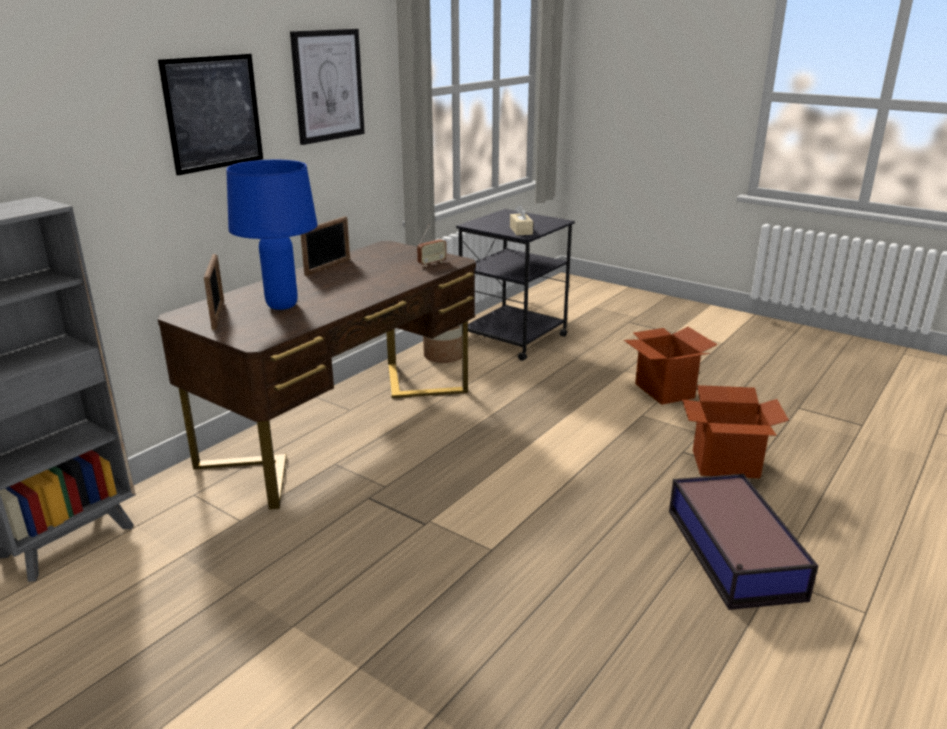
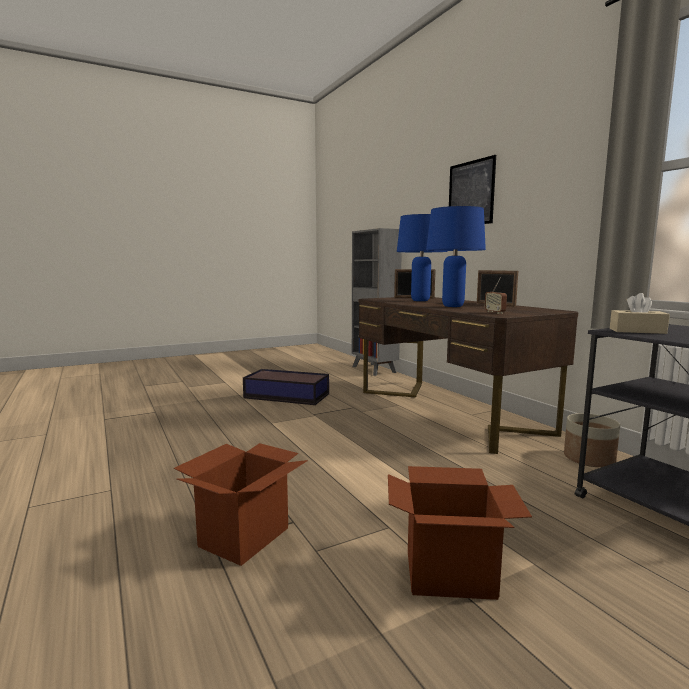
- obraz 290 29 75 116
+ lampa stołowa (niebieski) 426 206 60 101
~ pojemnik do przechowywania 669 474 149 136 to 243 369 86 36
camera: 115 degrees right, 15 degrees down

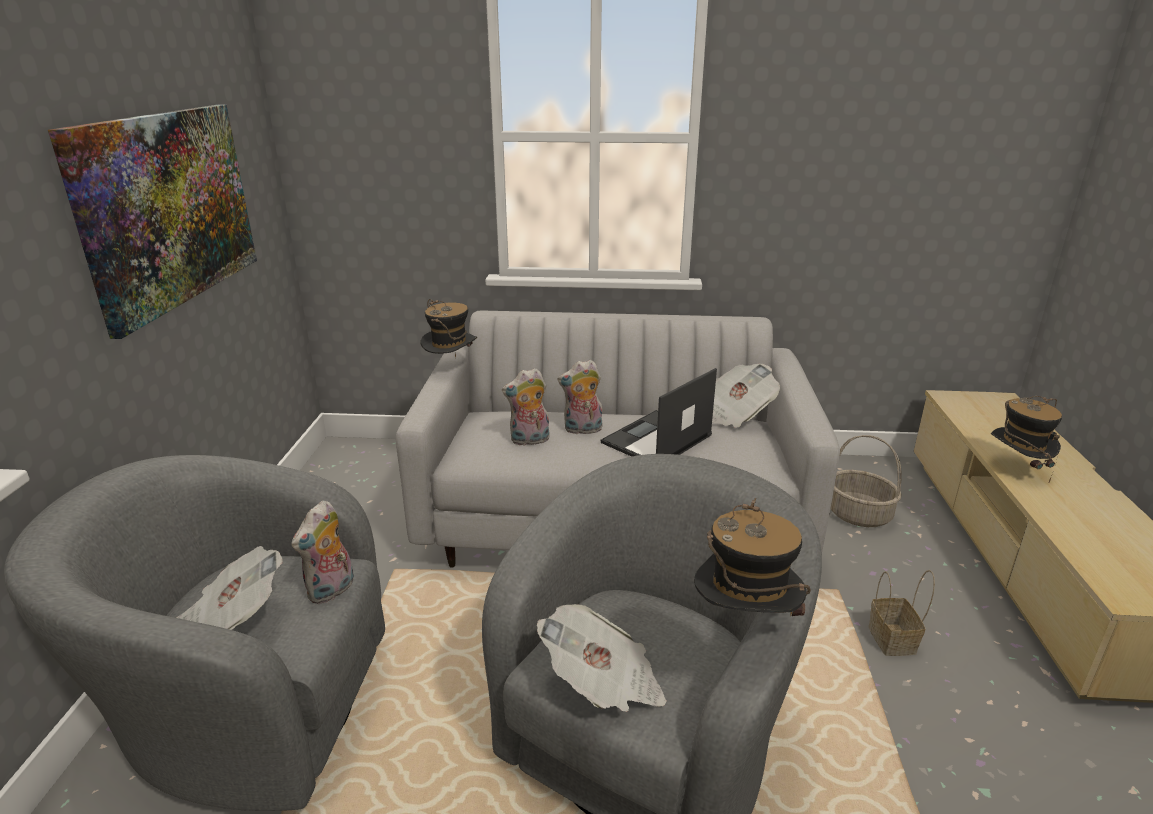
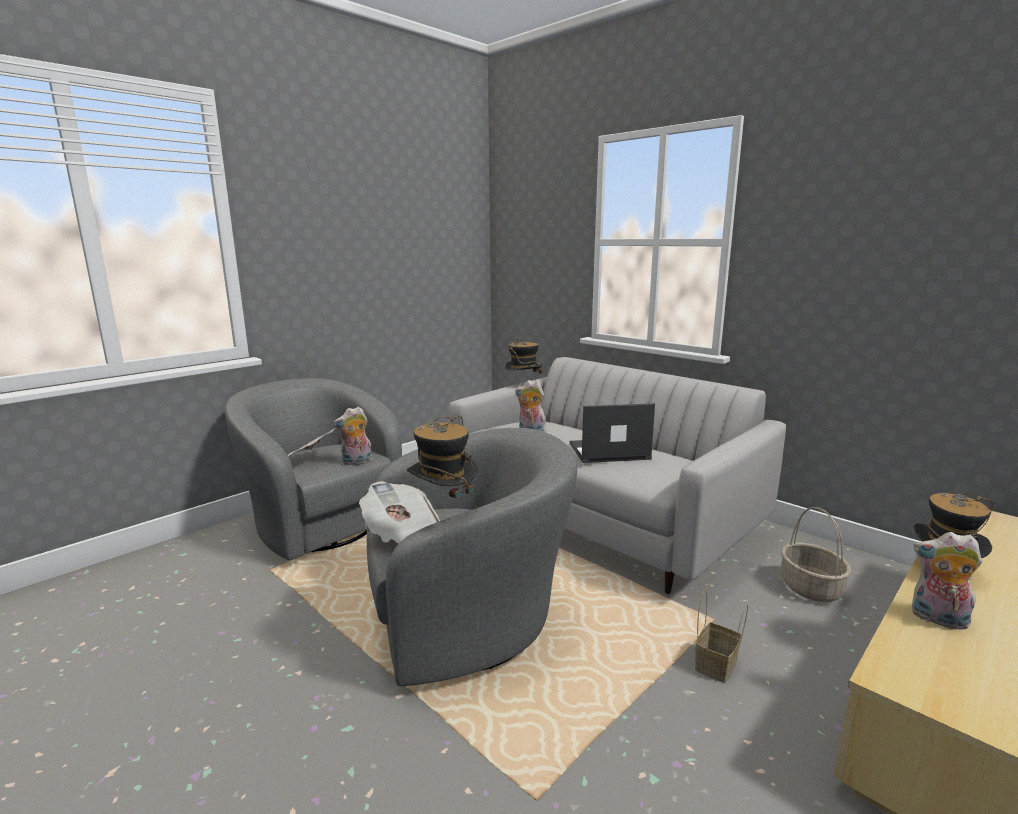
- obraz 48 105 209 234
- gazeta 712 364 68 63
~ pluszak 557 360 45 74 to 912 532 70 98
camera: 40 degrees right, 10 degrees down

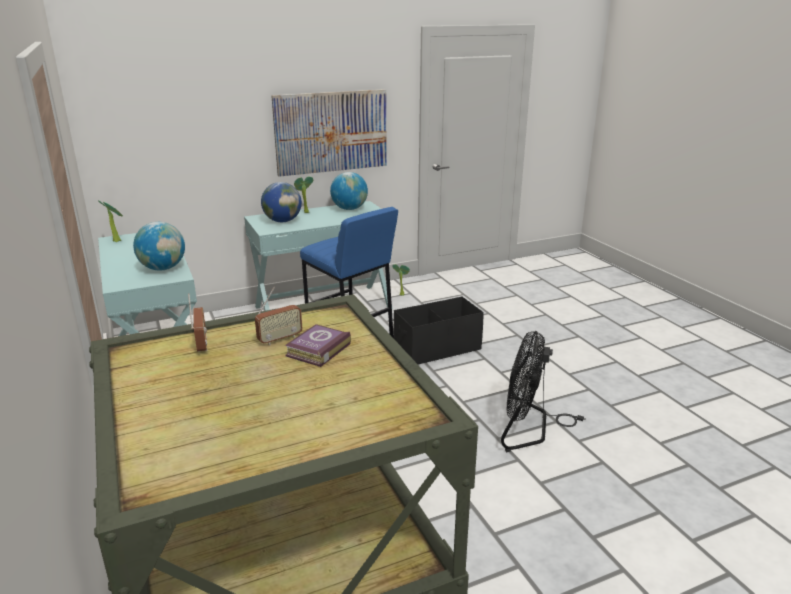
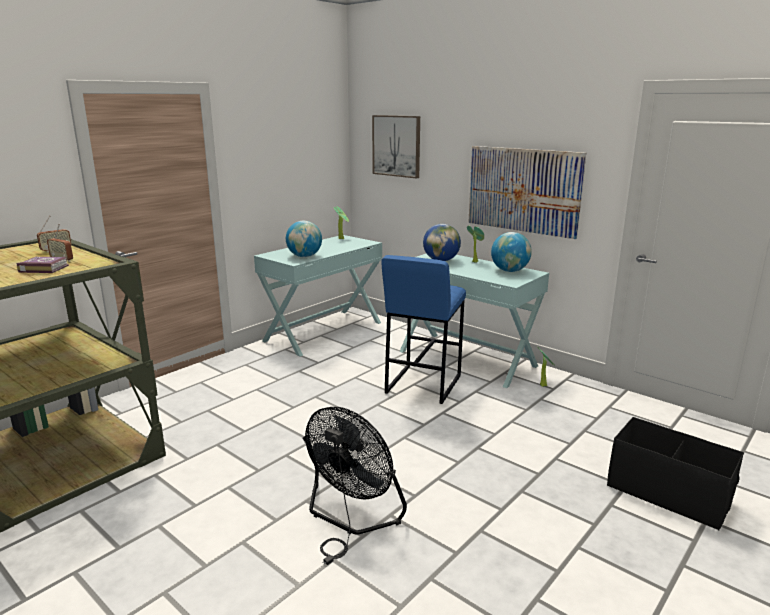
+ obraz 372 115 48 64
~ pojemnik do przechowywania (czarny) 394 297 90 67 to 607 417 137 113
~ wentylator (czarny) 501 331 84 121 = 303 407 104 158 45 degrees clockwise
camera: 65 degrees right, 5 degrees down

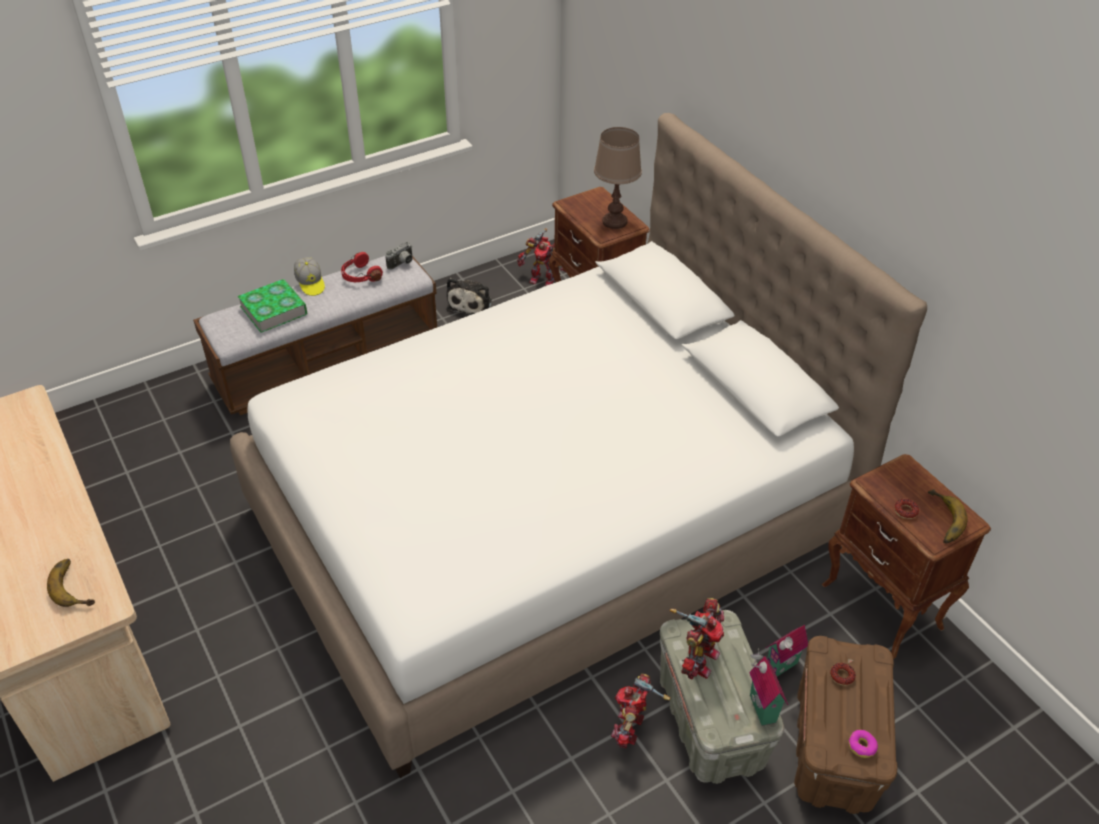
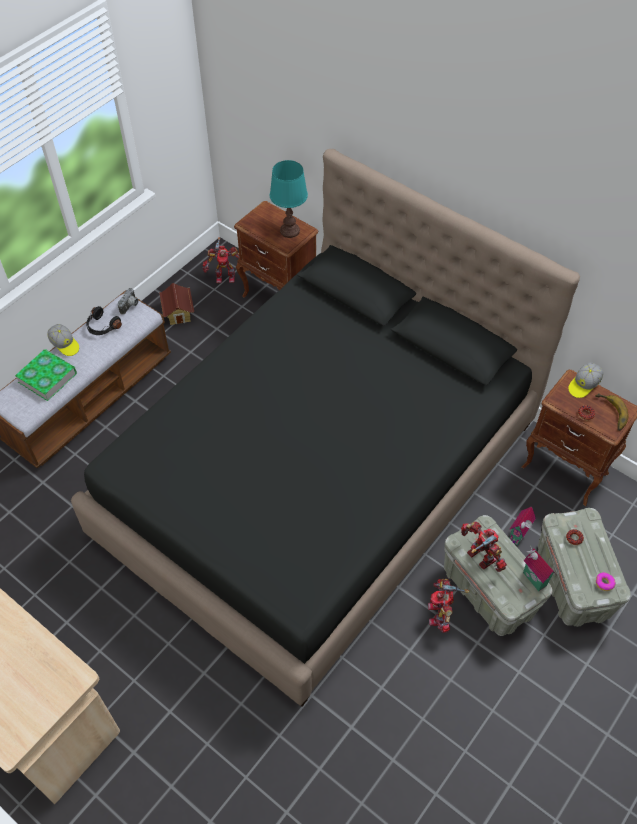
- banan 47 559 48 48
+ czapka z daszkiem 568 363 35 35
~ pluszak 447 278 45 37 to domek 159 283 35 42
~ łóżko (biały) 230 113 697 665 to łóżko (czarny) 71 149 509 557
~ słuchawki (czerwony) 341 252 42 30 to słuchawki (czarny) 86 306 36 29
~ lampa stołowa (brązowy) 594 127 48 102 to lampa stołowa (turkusowy) 270 160 38 78
~ pojemnik do przechowywania (brązowy) 794 636 104 178 to pojemnik do przechowywania (szary) 538 508 93 119
~ robot zabawkowy 670 598 54 82 = 461 522 46 50 45 degrees counterclockwise
camera: 20 degrees left, 10 degrees up

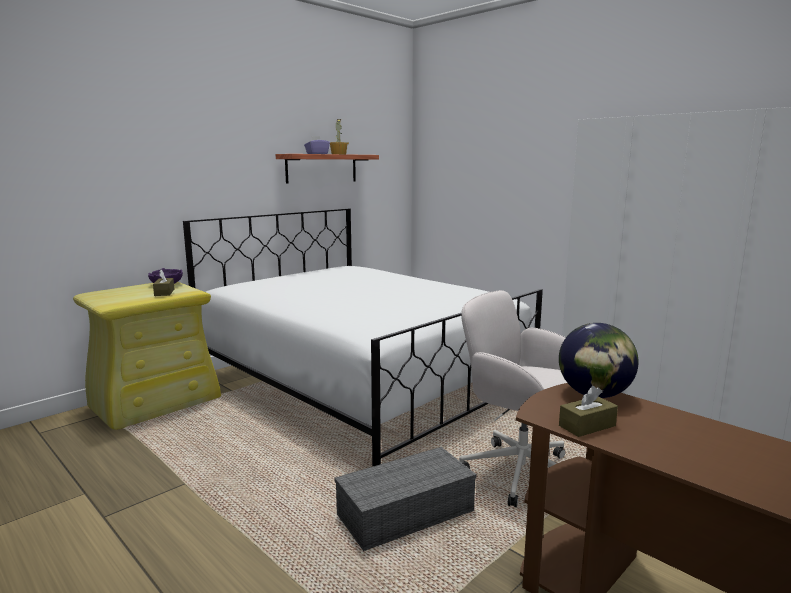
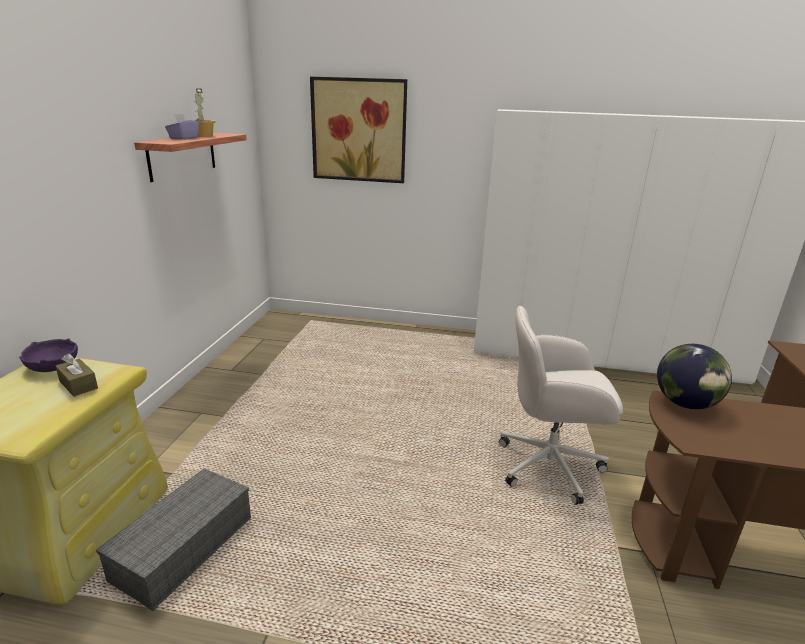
- łóżko (biały) 183 209 360 258
- pudełko chusteczek (brązowy) 559 386 59 51
+ obraz 310 77 97 106
~ pojemnik do przechowywania (szary) 335 447 141 104 to 96 468 155 144
camera: 35 degrees left, 10 degrees up

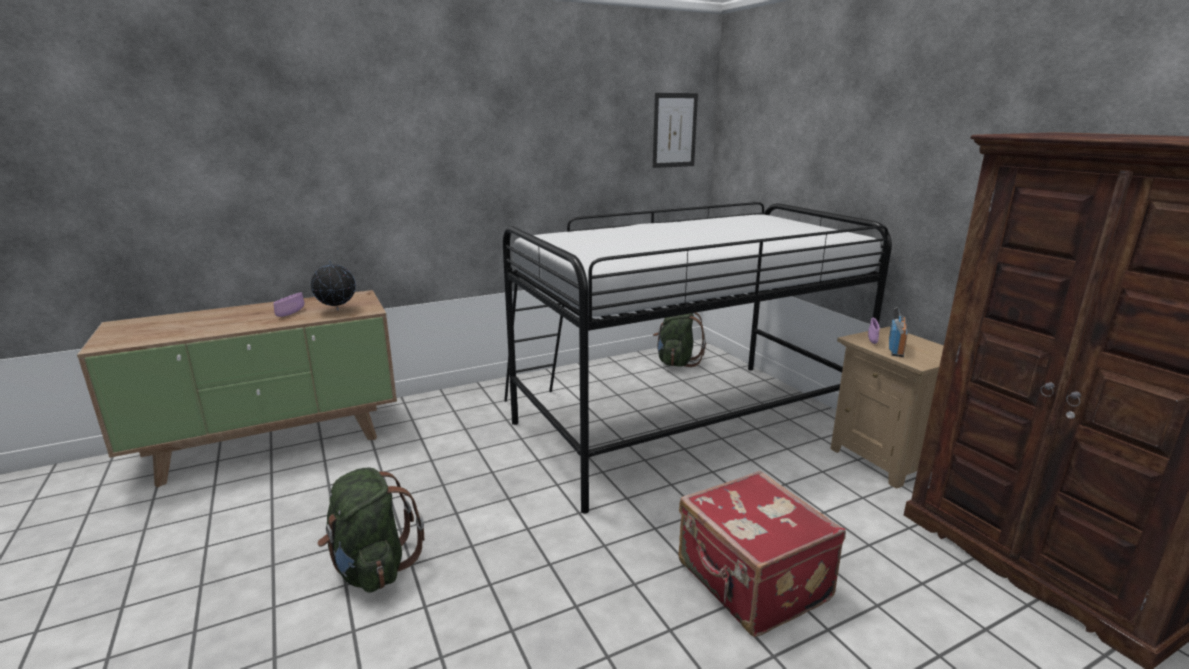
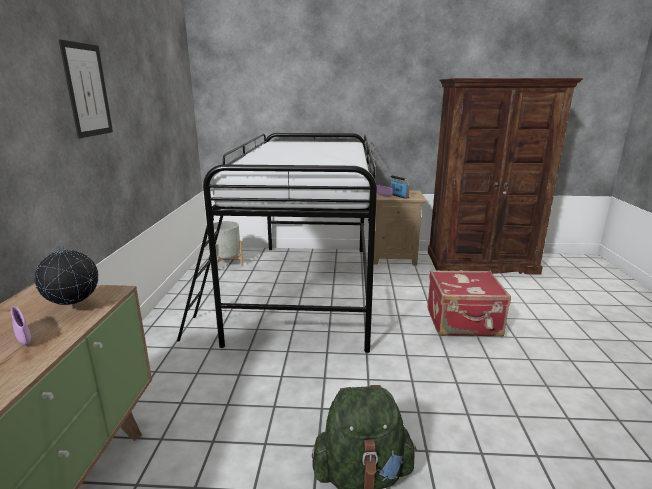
~ obraz 653 93 45 75 to 59 39 54 99
~ plecak (zielony) 653 313 53 54 to donica (szary) 209 221 34 45
camera: 60 degrees left, 0 degrees up

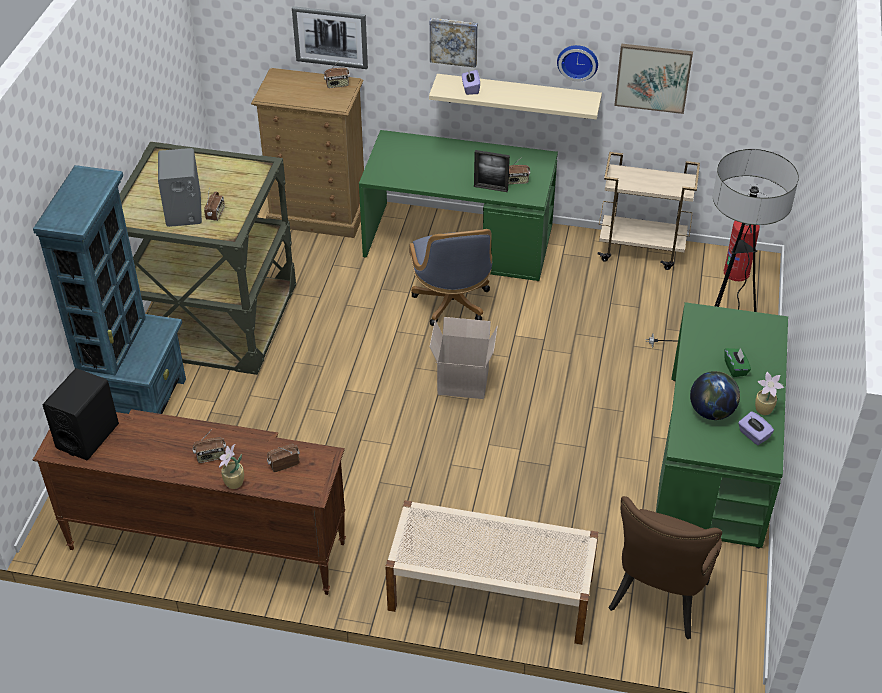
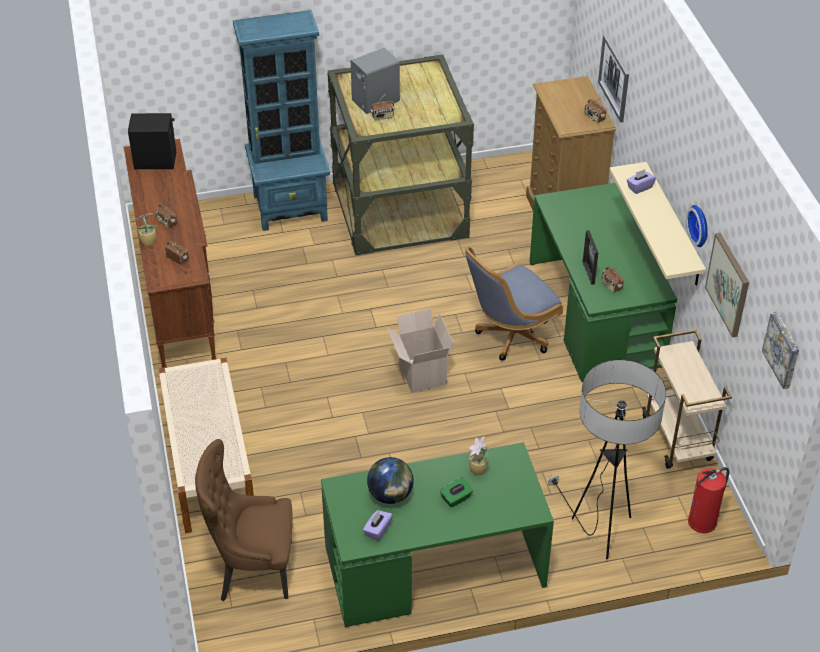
~ obraz 430 18 48 50 to 762 312 37 77
~ roślina doniczkowa 755 372 29 43 to 469 436 19 39
camera: 65 degrees right, 0 degrees up

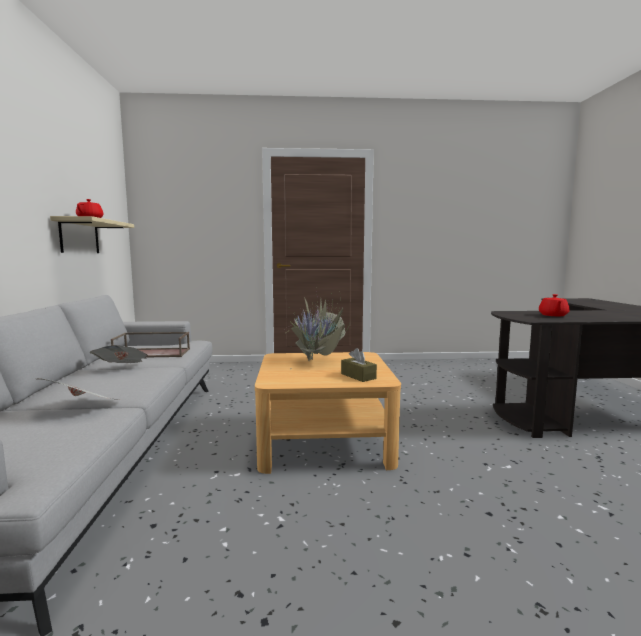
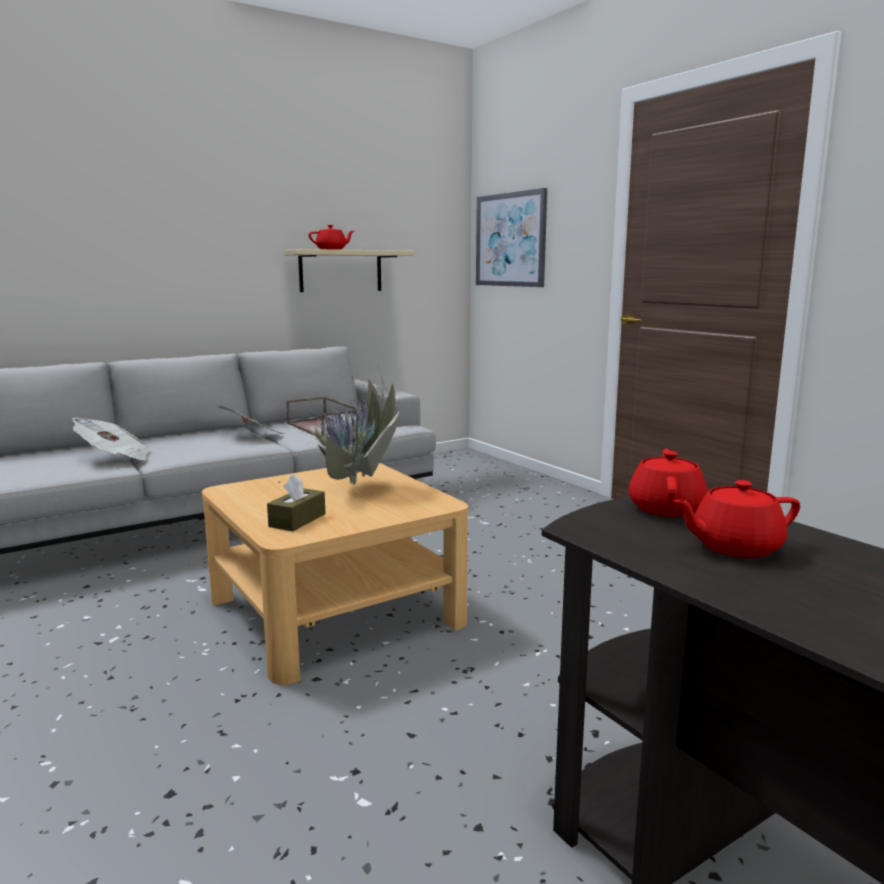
+ obraz 476 188 71 99
+ imbryk (czerwony) 628 449 79 68
camera: 60 degrees right, 5 degrees up

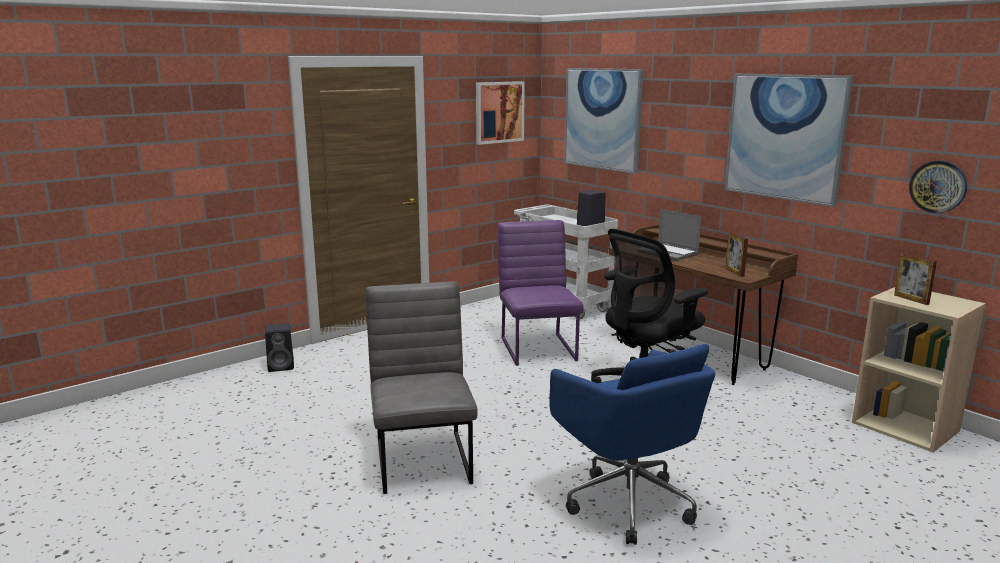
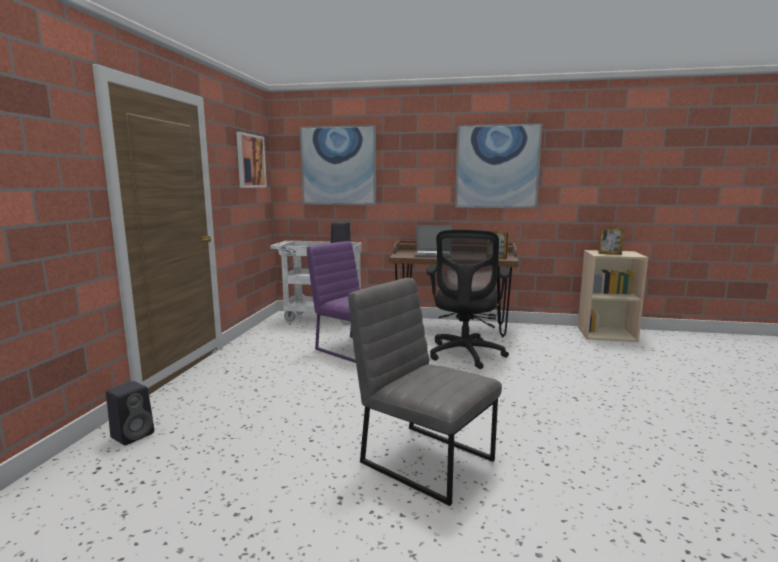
- krzesło biurowe (niebieski) 550 344 165 201
- zegar ścienny 909 160 58 53
camera: 40 degrees left, 5 degrees down

